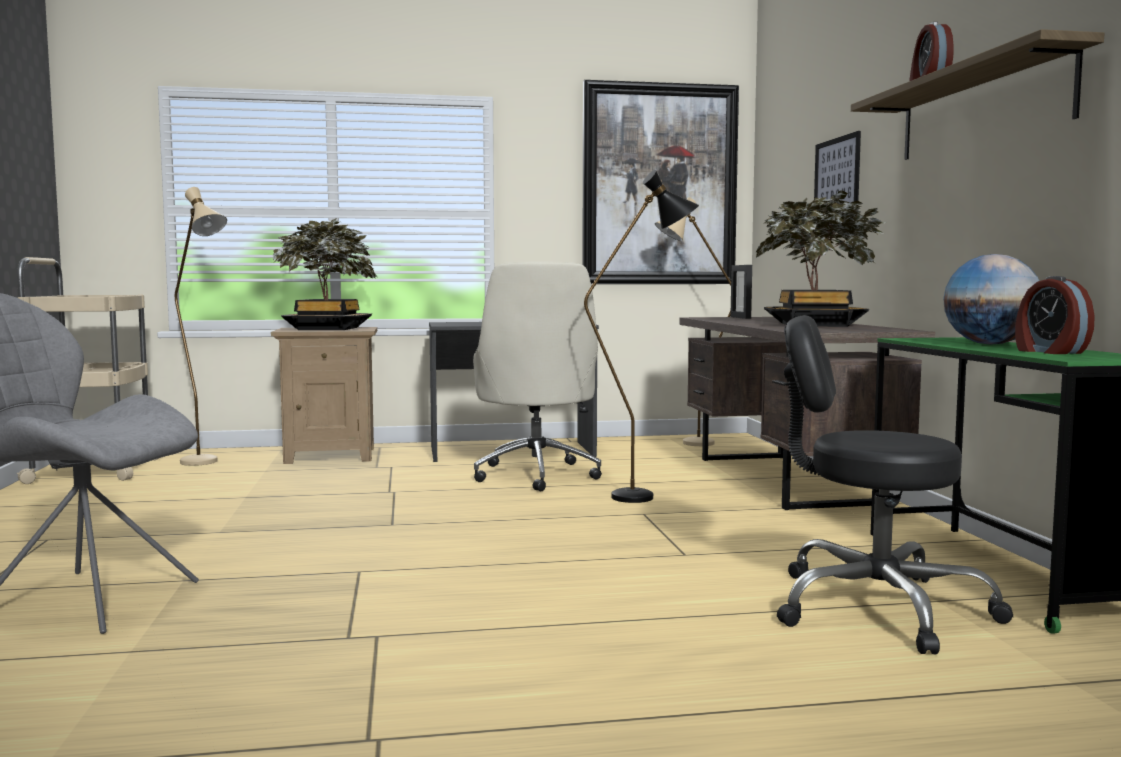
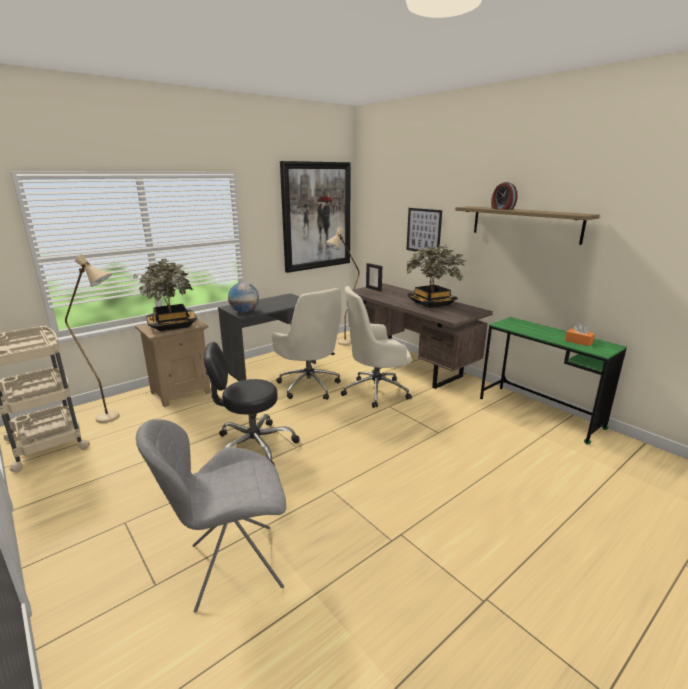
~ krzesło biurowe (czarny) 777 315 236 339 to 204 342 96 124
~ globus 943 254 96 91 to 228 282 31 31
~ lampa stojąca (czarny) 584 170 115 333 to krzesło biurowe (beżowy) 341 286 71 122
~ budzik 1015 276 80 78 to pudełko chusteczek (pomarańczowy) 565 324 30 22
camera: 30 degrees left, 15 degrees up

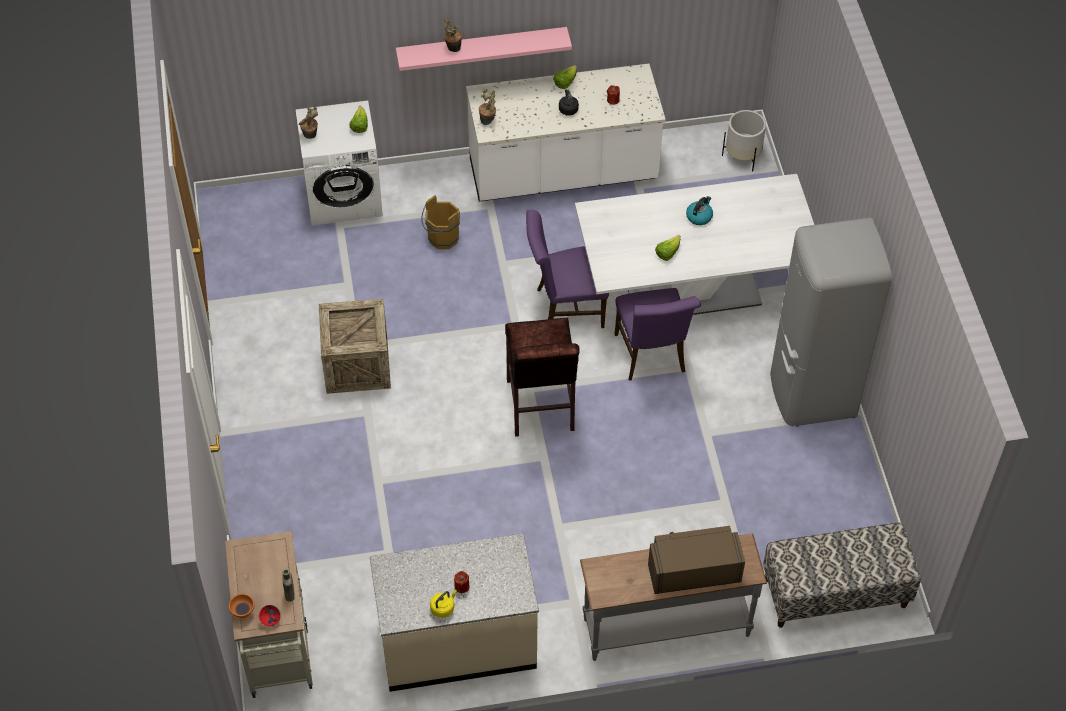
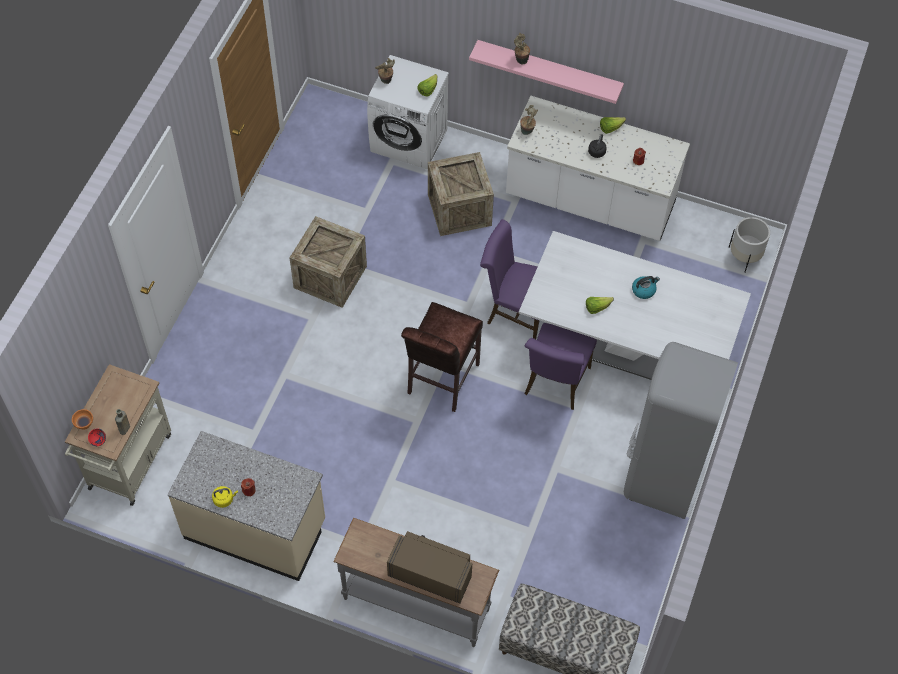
~ wiadro (brązowy) 421 195 39 54 to skrzynka 428 152 66 84
camera: 30 degrees right, 5 degrees up

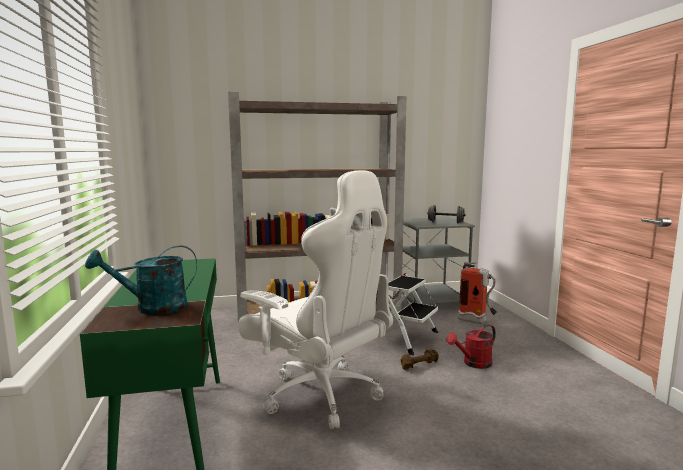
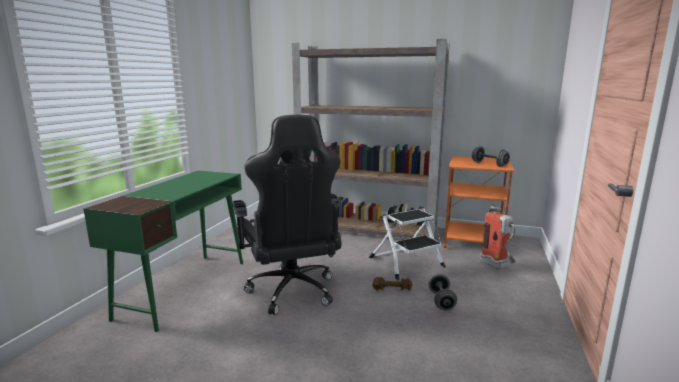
- konewka (turkusowy) 85 245 112 70
~ konewka (czerwony) 446 324 50 45 to hantel (szary) 428 274 29 37
~ krzesło biurowe (biały) 238 170 155 259 to krzesło biurowe (czarny) 233 115 109 200
~ wózek (szary) 402 217 73 87 to wózek (pomarańczowy) 443 156 71 92
camera: 30 degrees right, 5 degrees up

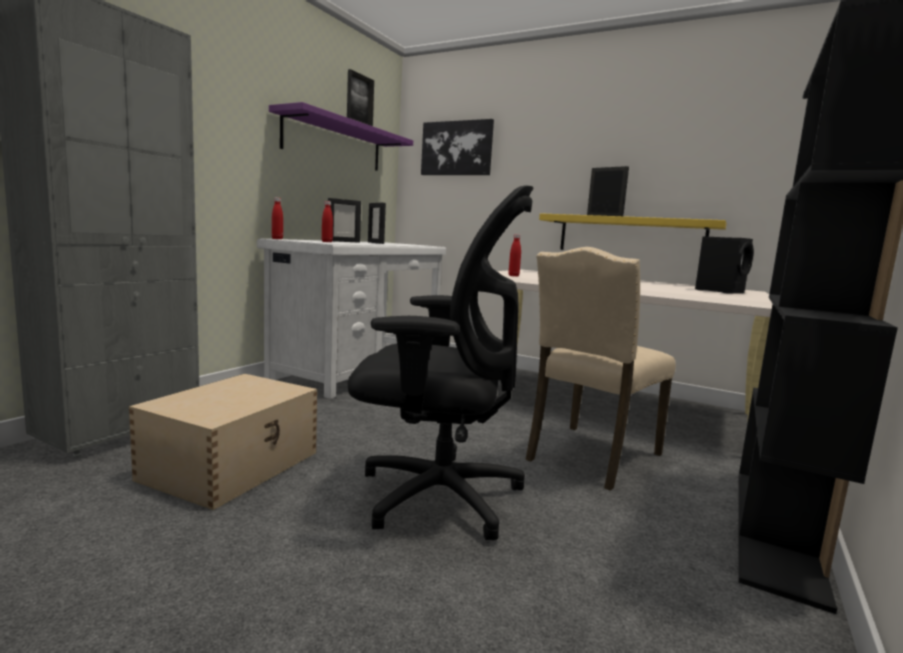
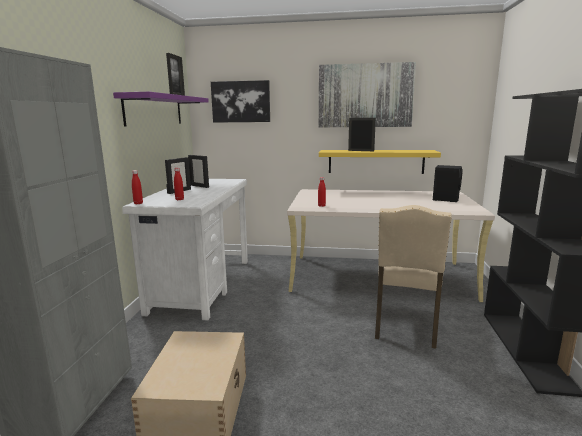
- krzesło biurowe (czarny) 348 185 185 355
+ obraz 319 62 97 65
camera: 20 degrees left, 5 degrees up

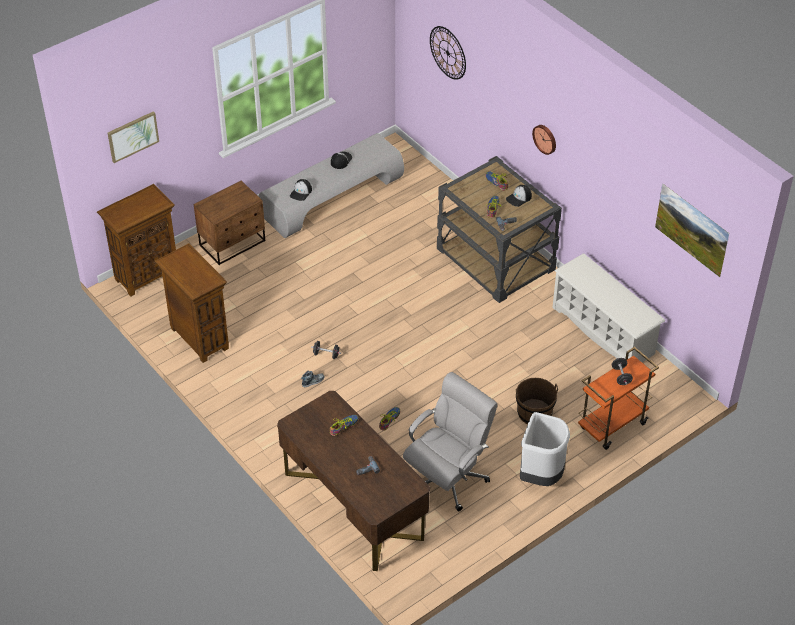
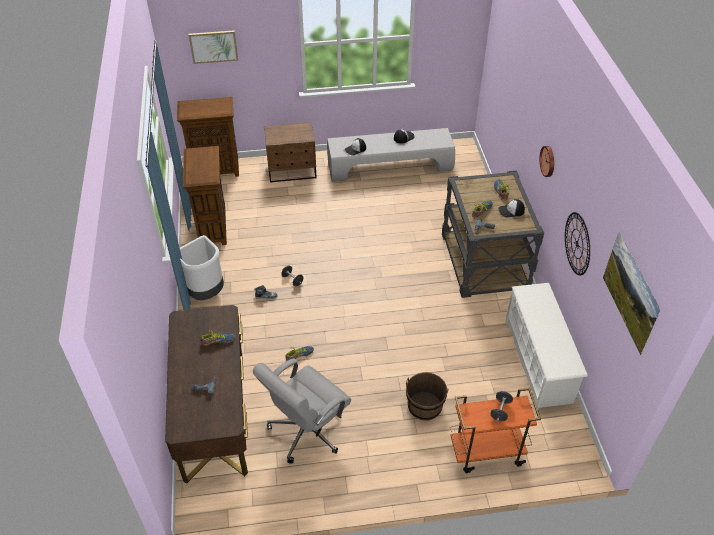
~ zegar ścienny 430 26 36 54 to 565 212 25 63
~ kosz na śmieci (biały) 520 412 50 74 to 180 235 44 65
~ krzesło biurowe (szary) 403 372 95 139 = 253 359 98 104 150 degrees clockwise
camera: 30 degrees right, 0 degrees up

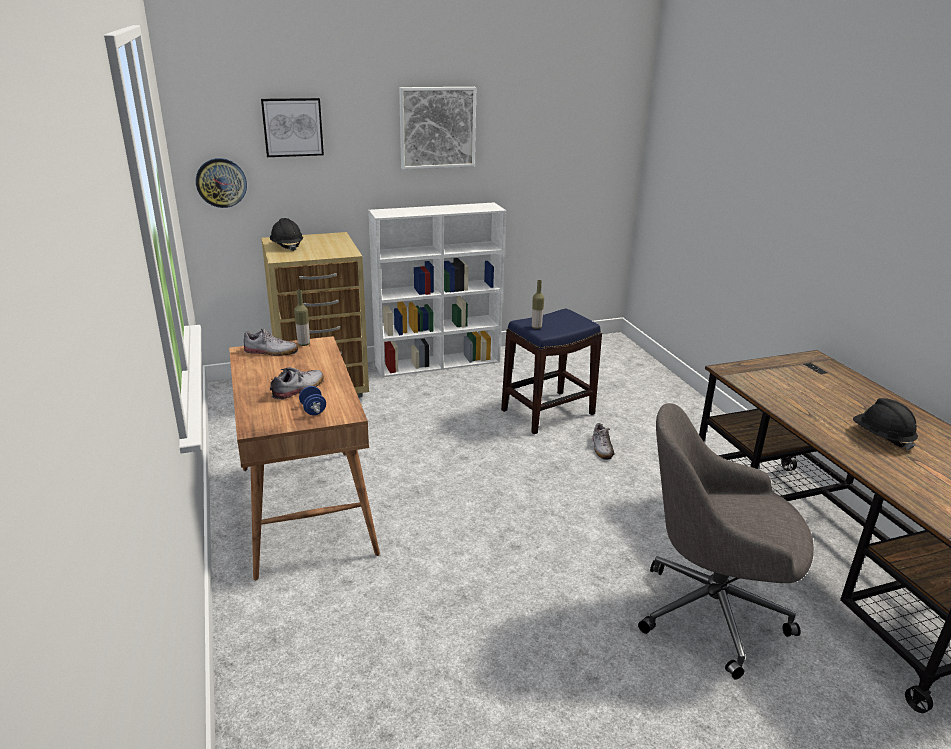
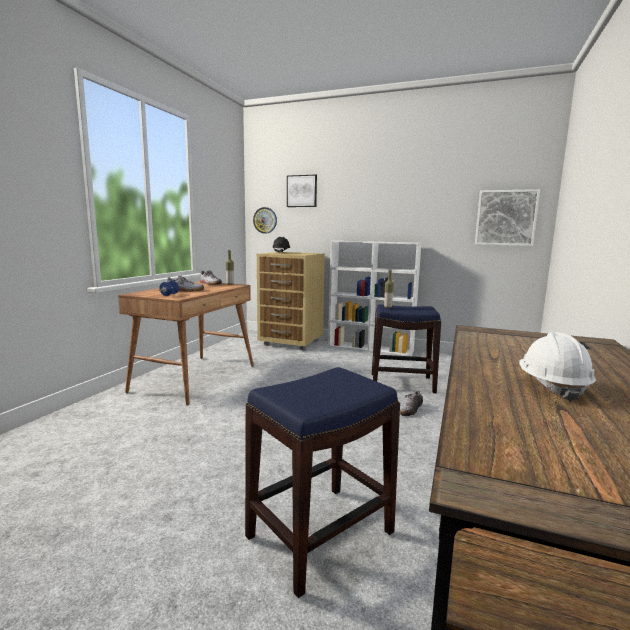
~ obraz 399 87 77 83 to 475 189 65 57
~ krzesło biurowe (szary) 638 403 176 277 to stołek 245 367 155 231
~ kask (czarny) 853 398 65 52 to kask (biały) 519 332 77 70
camera: 40 degrees right, 15 degrees down

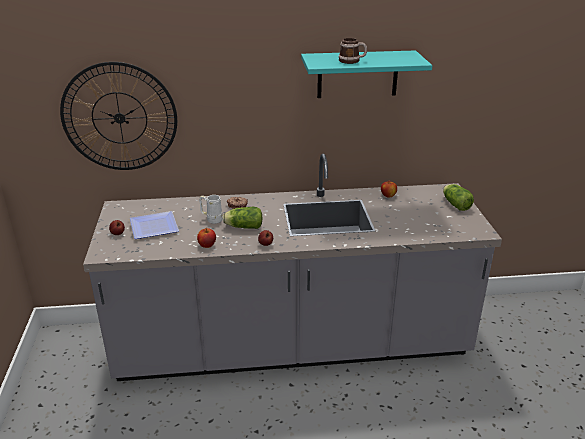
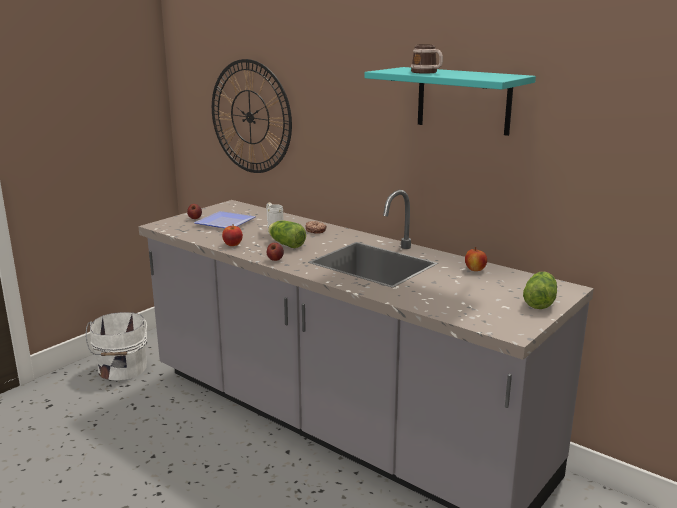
+ wiadro (biały) 86 312 61 68
camera: 45 degrees right, 10 degrees down

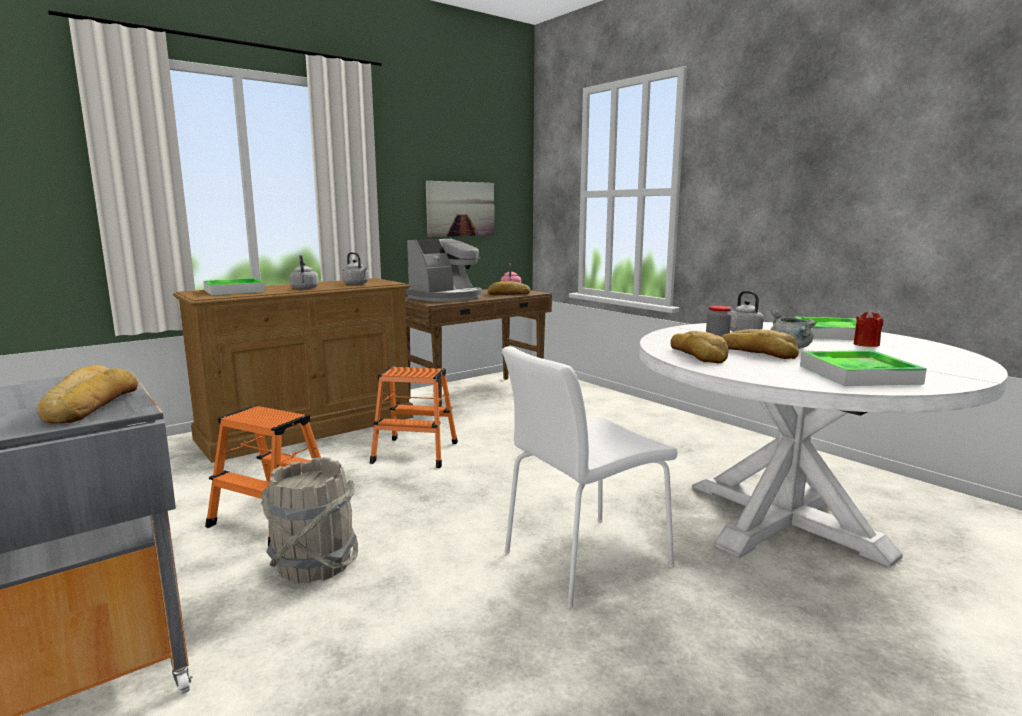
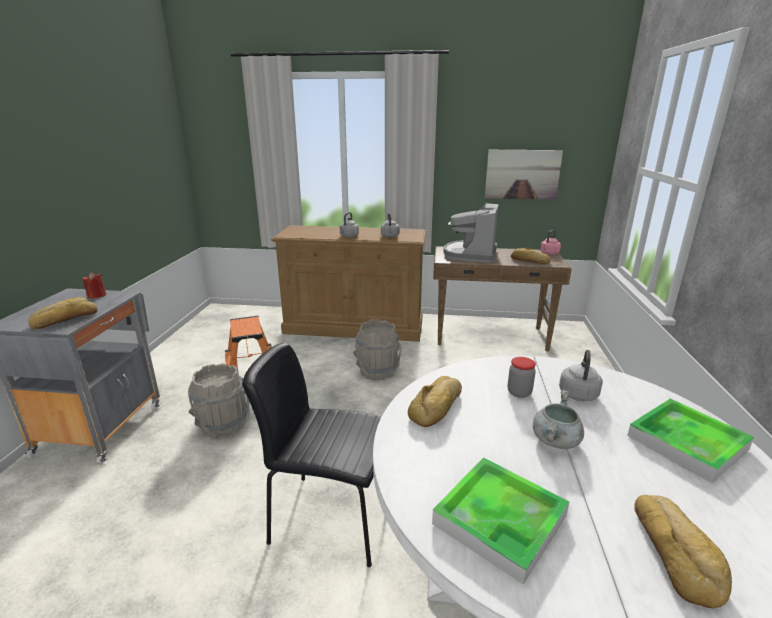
- taca 203 278 62 18
~ chleb 722 329 77 30 to 634 495 98 113
~ świeca (czerwony) 854 311 29 36 to 82 272 24 27
~ drabinka (pomarańczowy) 370 366 88 102 to wiadro (szary) 353 319 49 62
~ krzesło (biały) 502 346 176 262 to krzesło (czarny) 242 343 139 224
~ ekspres do kawy 405 239 77 63 = 443 203 56 60 105 degrees clockwise
camera: 45 degrees right, 10 degrees up

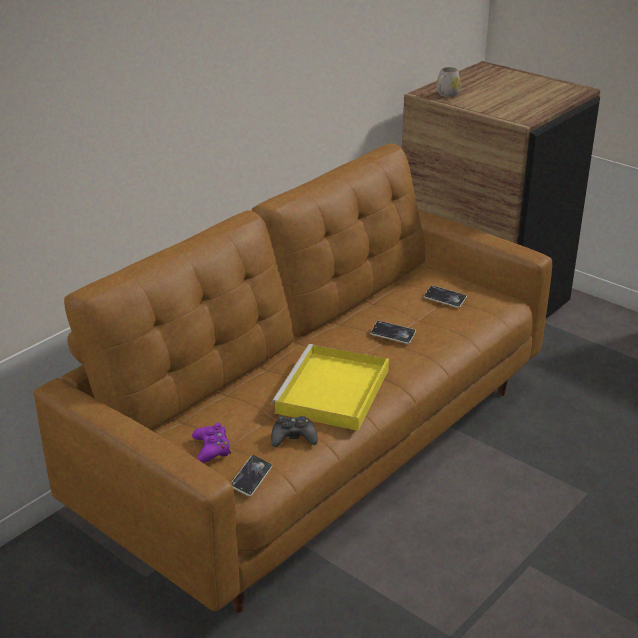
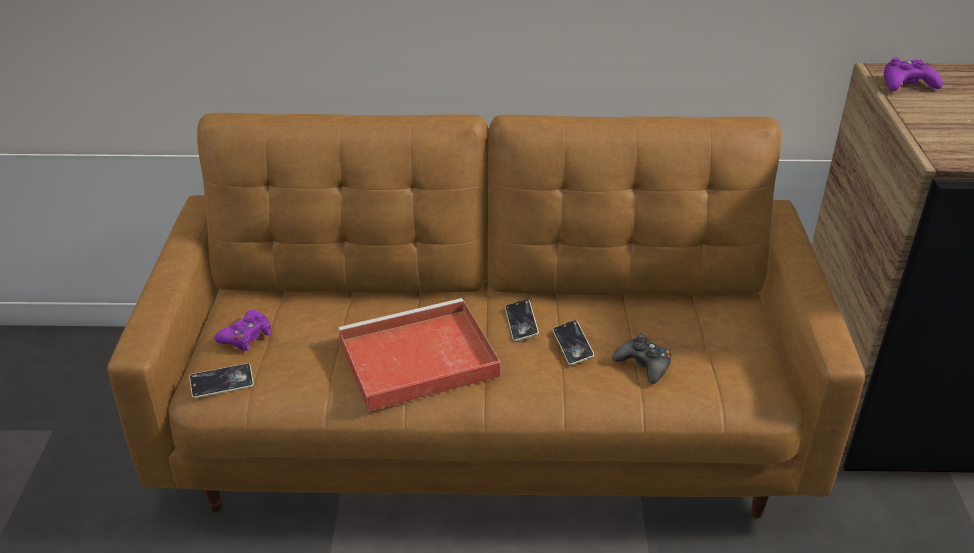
~ pad do gier (czarny) 271 416 47 31 to 612 334 59 50
~ telefon 424 285 43 23 to 505 299 34 42
~ kubek (biały) 436 67 25 30 to pad do gier (fioletowy) 884 58 59 33
~ taca (żółty) 271 344 118 87 to taca (czerwony) 338 298 163 114
camera: 50 degrees right, 5 degrees up

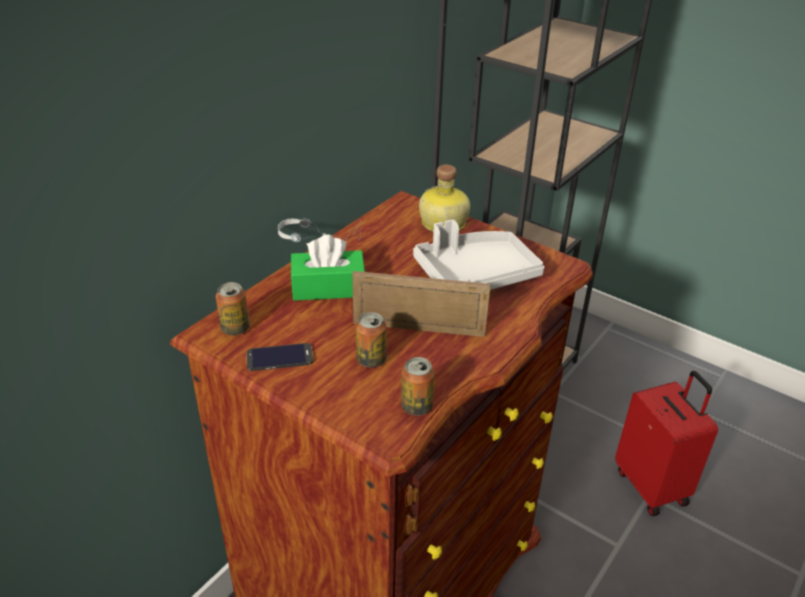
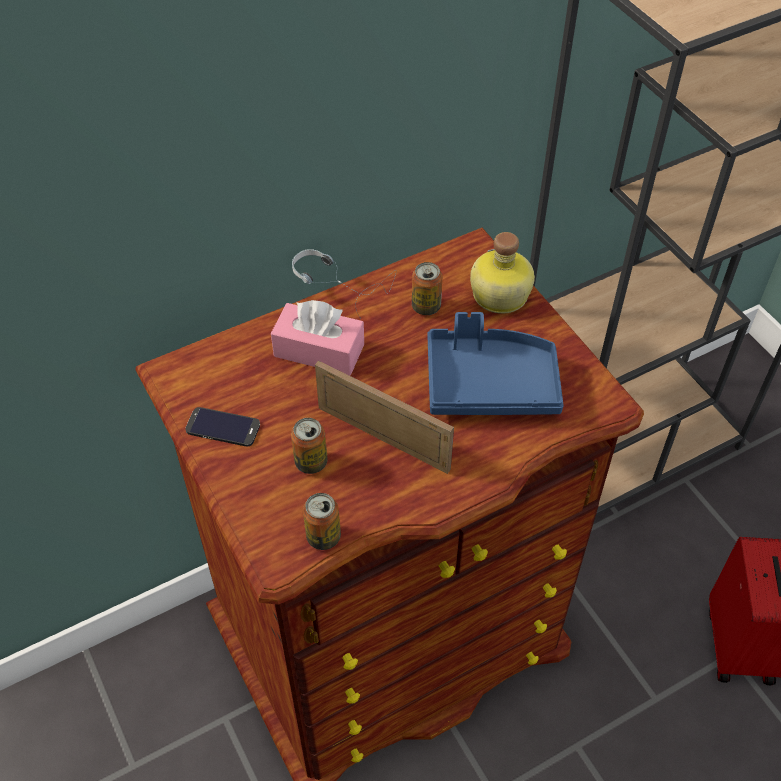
~ puszka 216 282 34 53 to 412 262 30 53
~ pudełko chusteczek (zielony) 291 235 74 66 to pudełko chusteczek (różowy) 271 300 93 76
~ taca (szary) 413 220 131 70 to taca (niebieski) 428 312 136 103
camera: 25 degrees right, 15 degrees up

